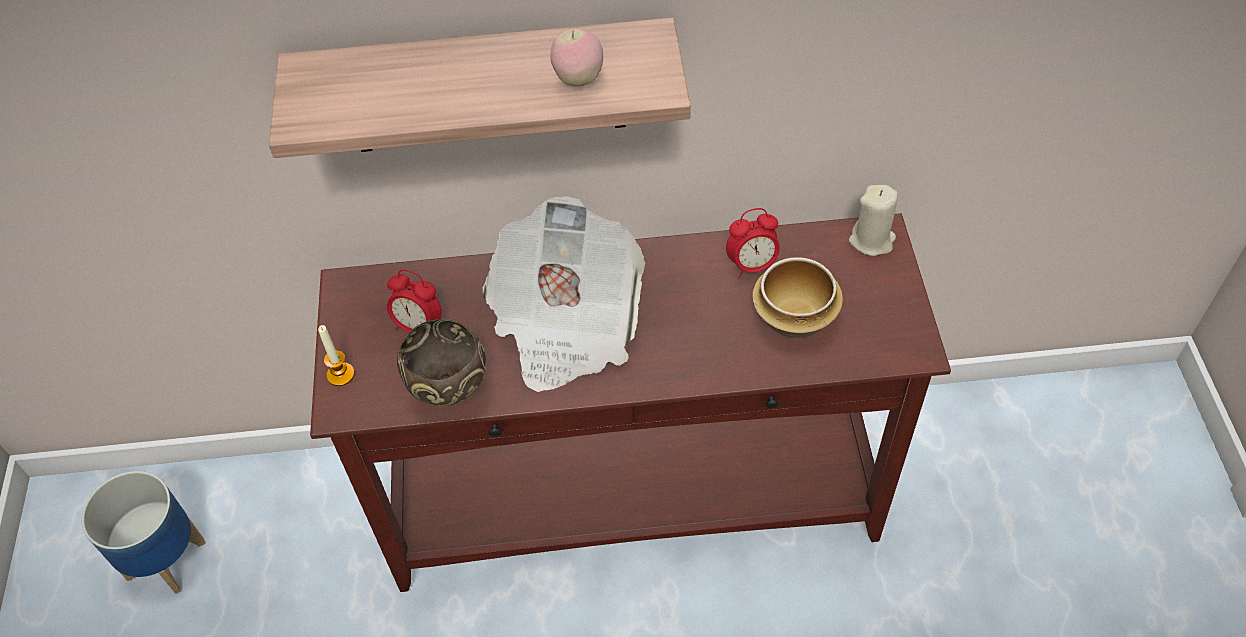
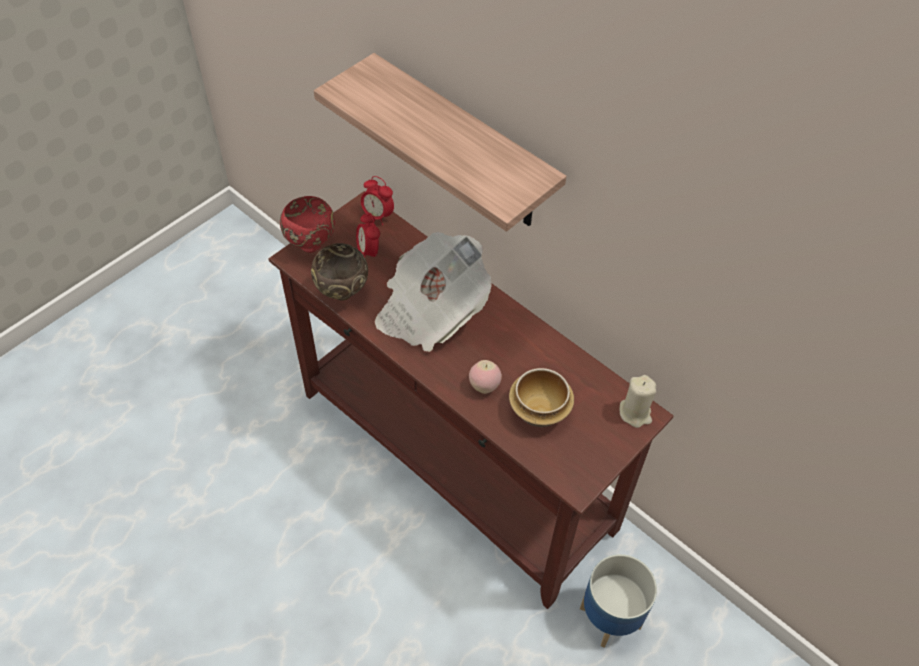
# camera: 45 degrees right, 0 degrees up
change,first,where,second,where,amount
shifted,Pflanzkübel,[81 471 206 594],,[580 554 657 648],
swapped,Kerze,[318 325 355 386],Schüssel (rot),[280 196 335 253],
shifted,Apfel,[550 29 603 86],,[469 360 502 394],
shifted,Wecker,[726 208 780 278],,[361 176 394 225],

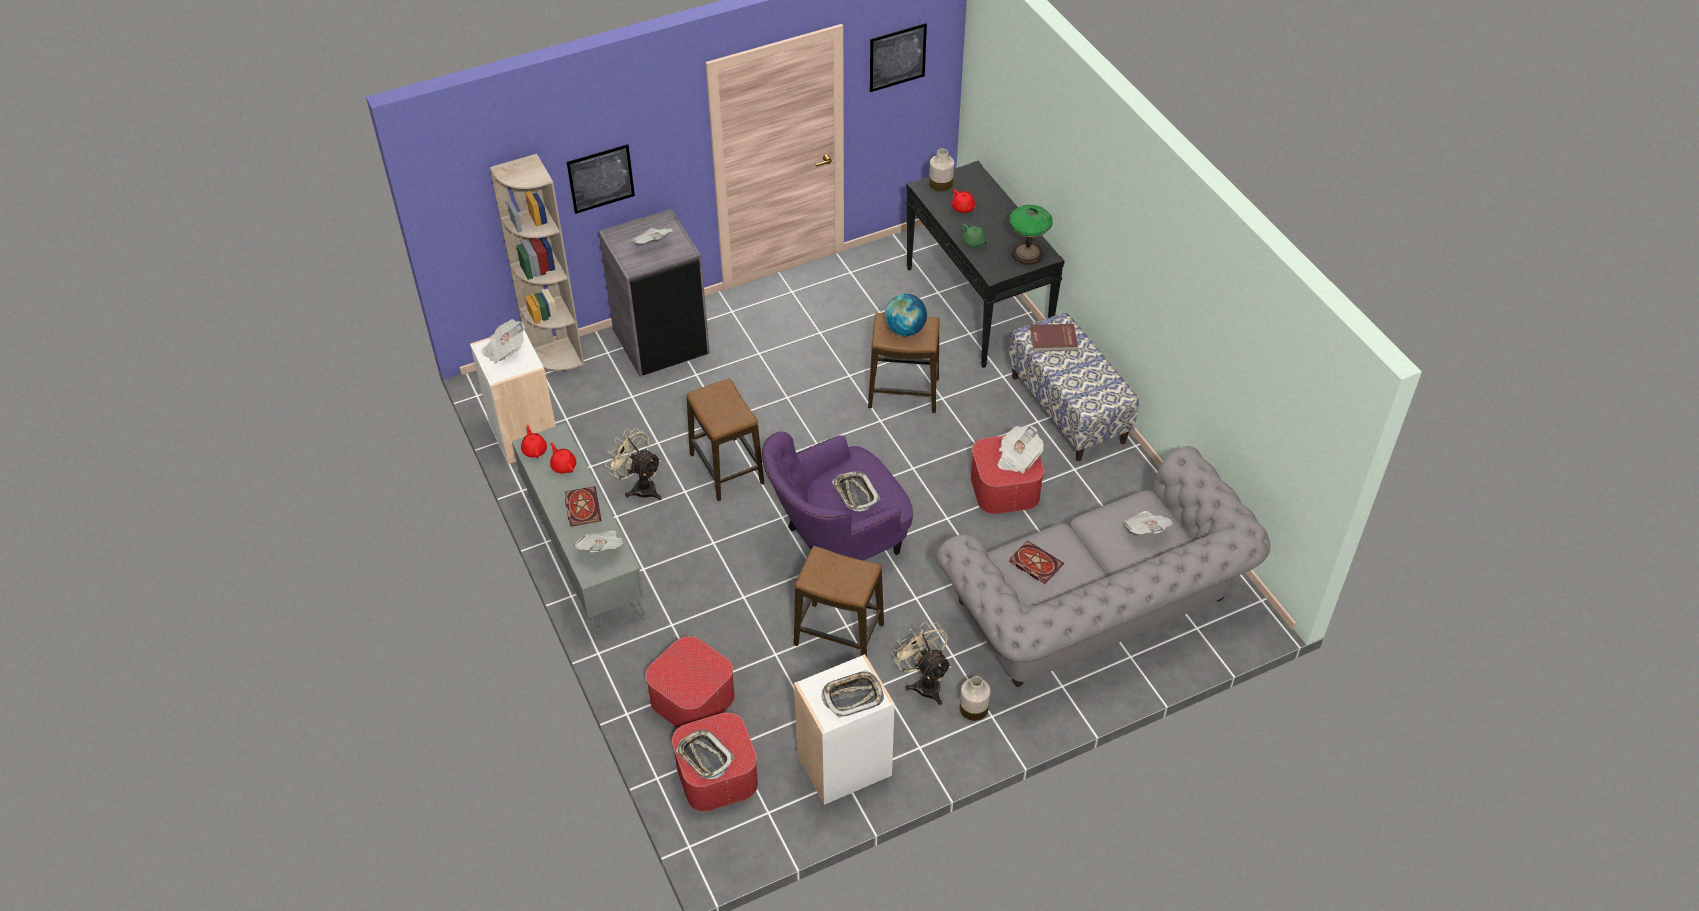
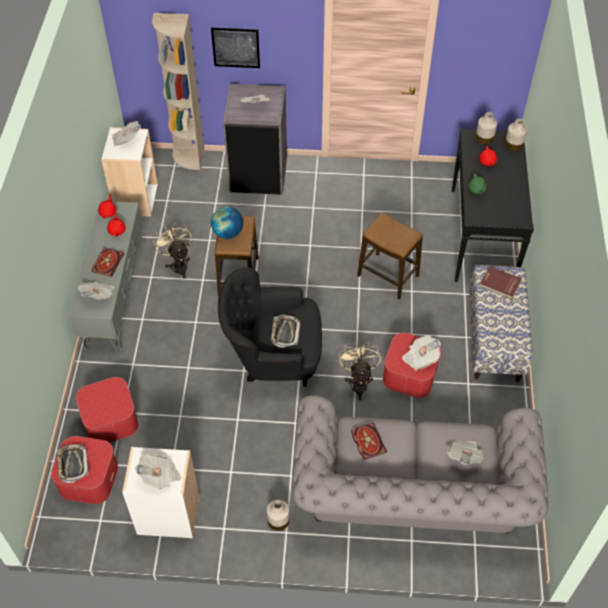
# camera: 30 degrees right, 5 degrees up
change,first,where,second,where,amount
repainted,Sessel (lila),[762 431 913 561],Sessel (schwarz),[218 267 322 387],
gone,Hocker,[794 546 884 657],,,
swapped,Tablett,[821 670 884 718],Zeitung,[135 453 182 489],
gone,Bild,[870 23 927 92],,,
shifted,Globus,[885 294 927 336],,[211 206 243 239],
shifted,Ventilator (beige),[892 621 951 705],,[340 342 381 401],
gone,Tischlampe,[1009 205 1052 265],,,
new,,,Vase (beige),[505 119 527 151],

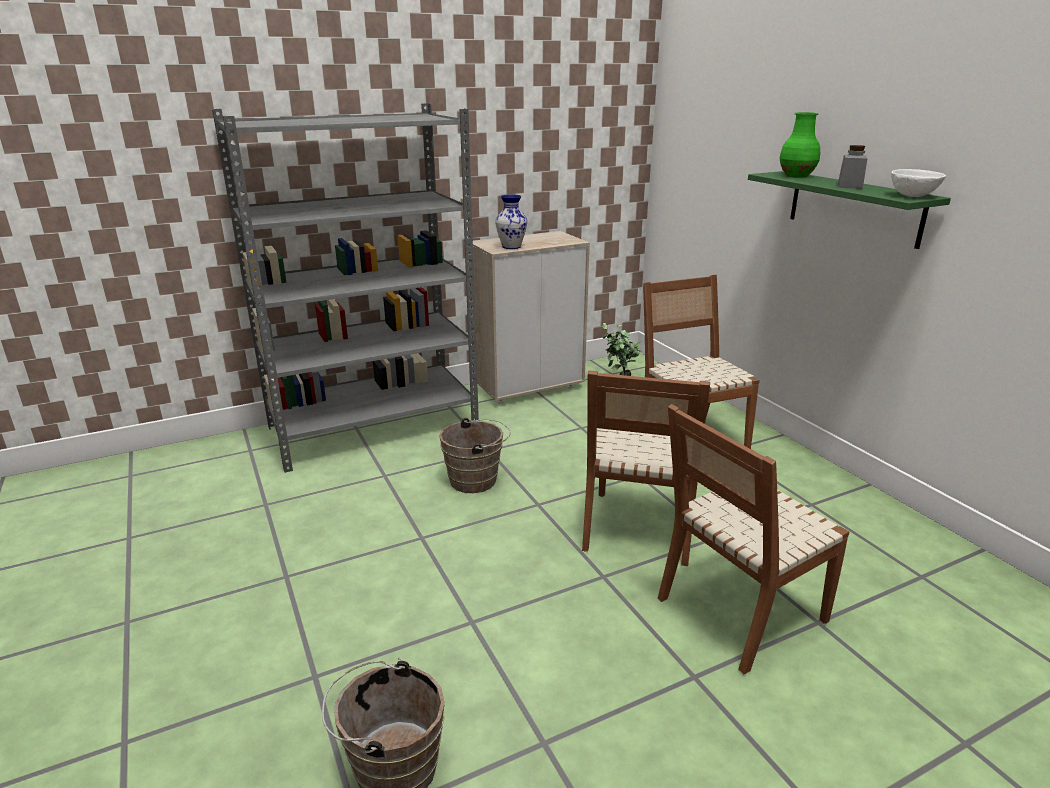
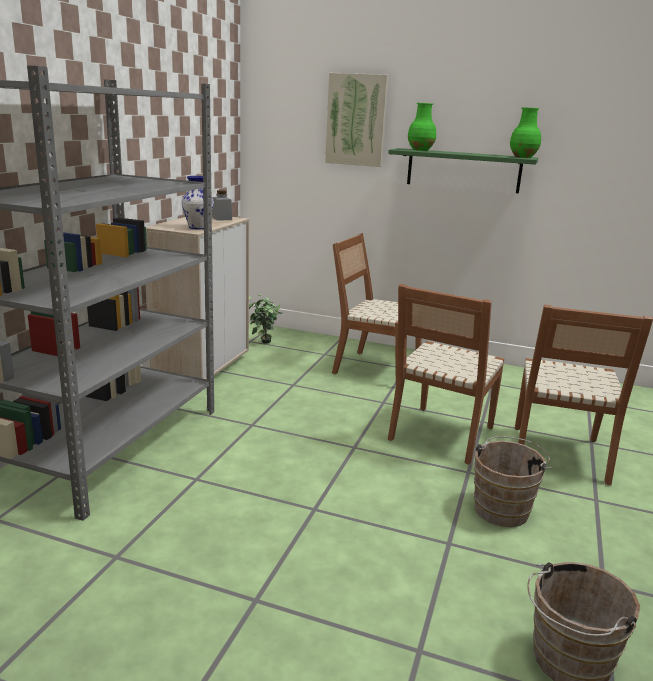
# camera: 45 degrees left, 5 degrees down
change,first,where,second,where,amount
shifted,Eimer (braun),[439 418 511 493],,[474 436 552 527],
rotated,Stuhl,[582 371 710 566],,[388 284 504 465],60 degrees clockwise
shifted,Vorratsglas (grau),[838 145 867 189],,[212 190 232 221],
swapped,Schüssel (weiß),[891 169 946 197],Vase (grün),[510 107 541 158],
new,,,Bild,[325 73 388 167],

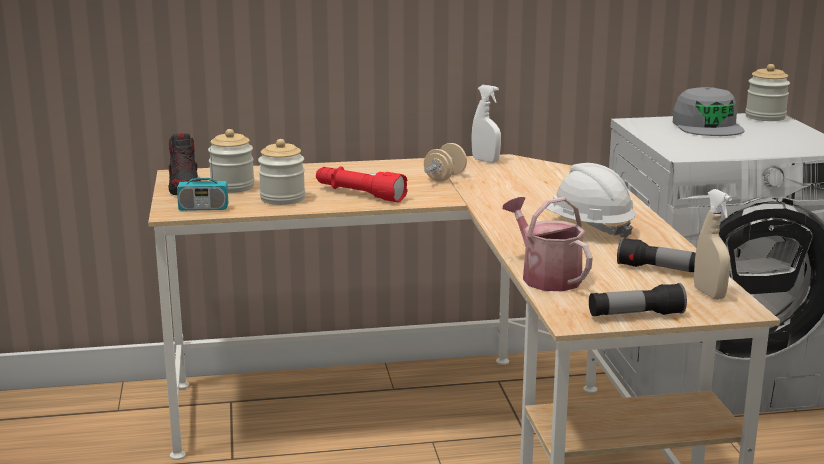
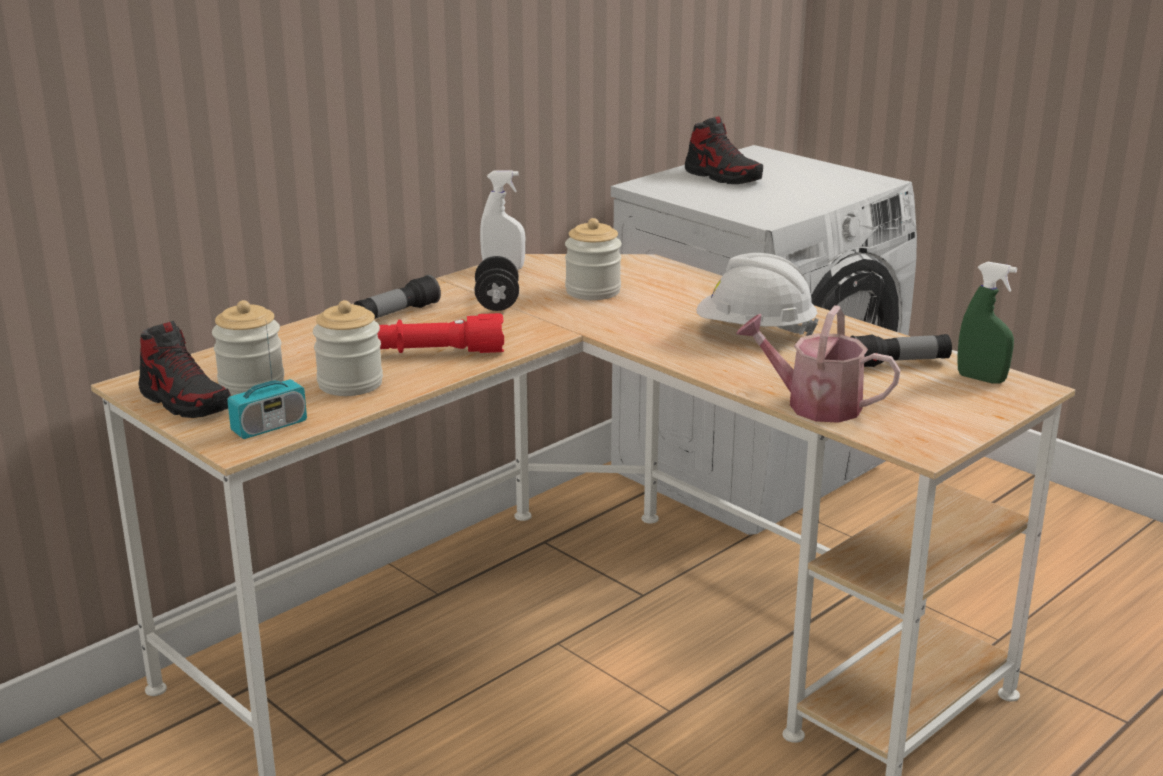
# camera: 35 degrees left, 5 degrees up
change,first,where,second,where,amount
repainted,Hantel (beige),[424 143 467 182],Hantel (schwarz),[474 256 519 311],
shifted,Taschenlampe,[589 283 687 316],,[354 275 441 319],
swapped,Kappe (grau),[673 87 745 136],Schuh,[685 116 763 184],
repainted,Sprühflasche (beige),[694 189 732 300],Sprühflasche (grün),[958 262 1017 384],
shifted,Vorratsglas,[745 64 790 121],,[565 218 622 300],

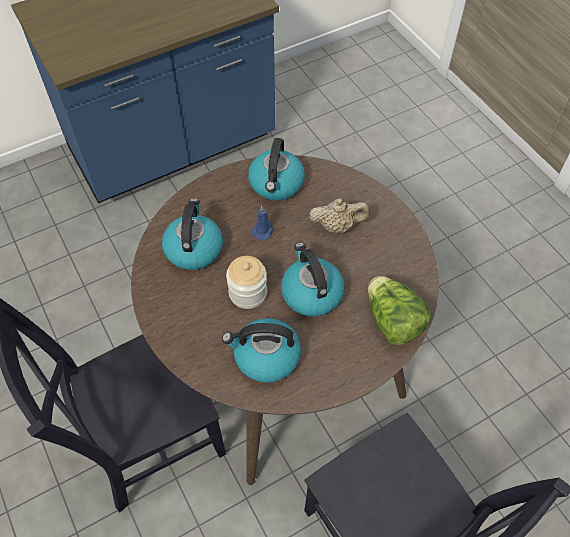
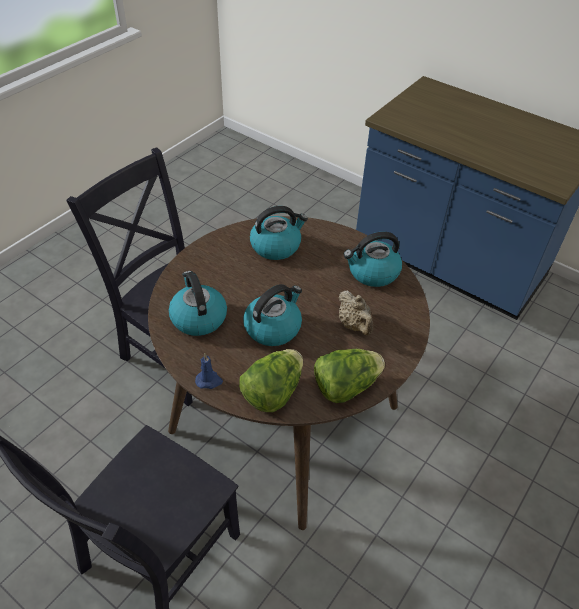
# camera: 65 degrees right, 10 degrees down
change,first,where,second,where,amount
gone,Vorratsglas,[226 256 267 309],,,
shifted,Kerze (blau),[251 206 274 241],,[195 353 223 389],
new,,,Salatkopf,[314 349 385 403],

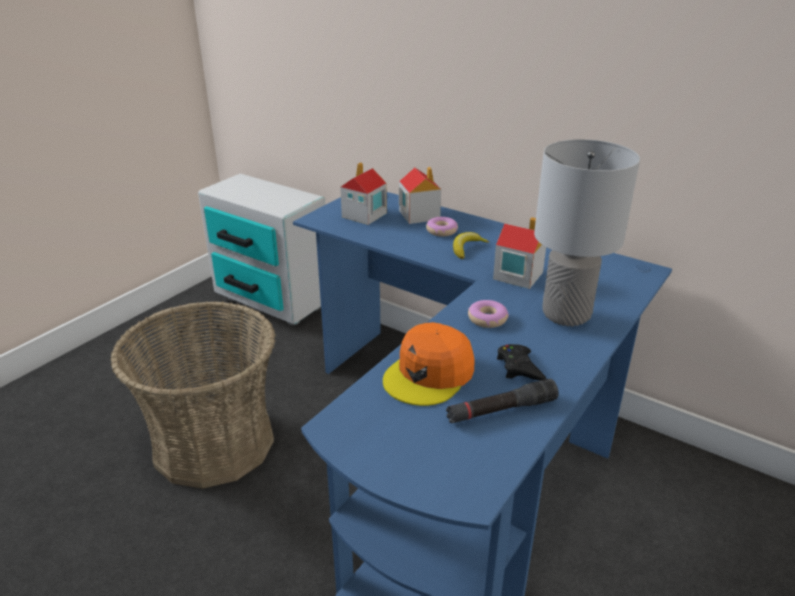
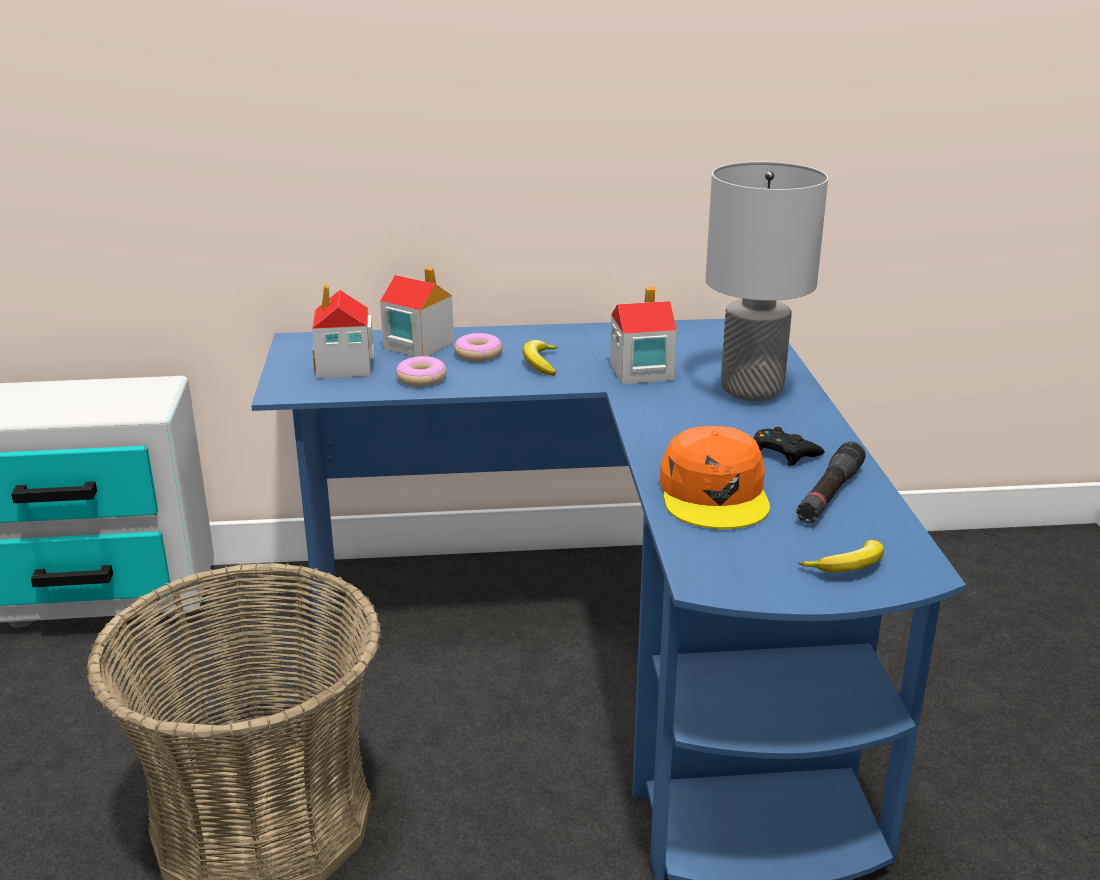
# camera: 40 degrees left, 5 degrees down
change,first,where,second,where,amount
shifted,Donut,[468 300 509 328],,[396 356 447 386],
new,,,Banane,[799 540 884 572],

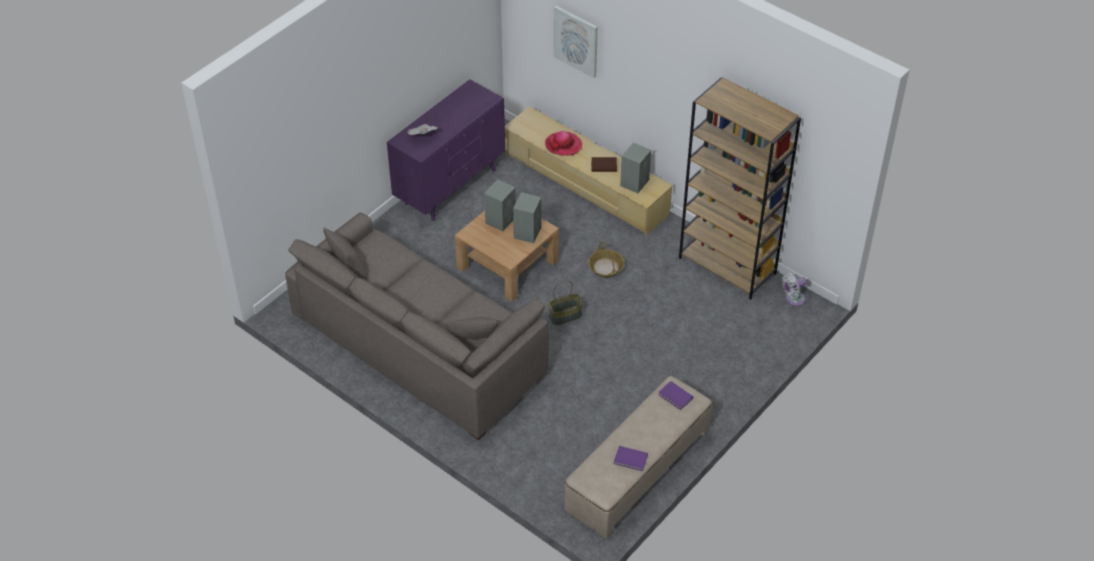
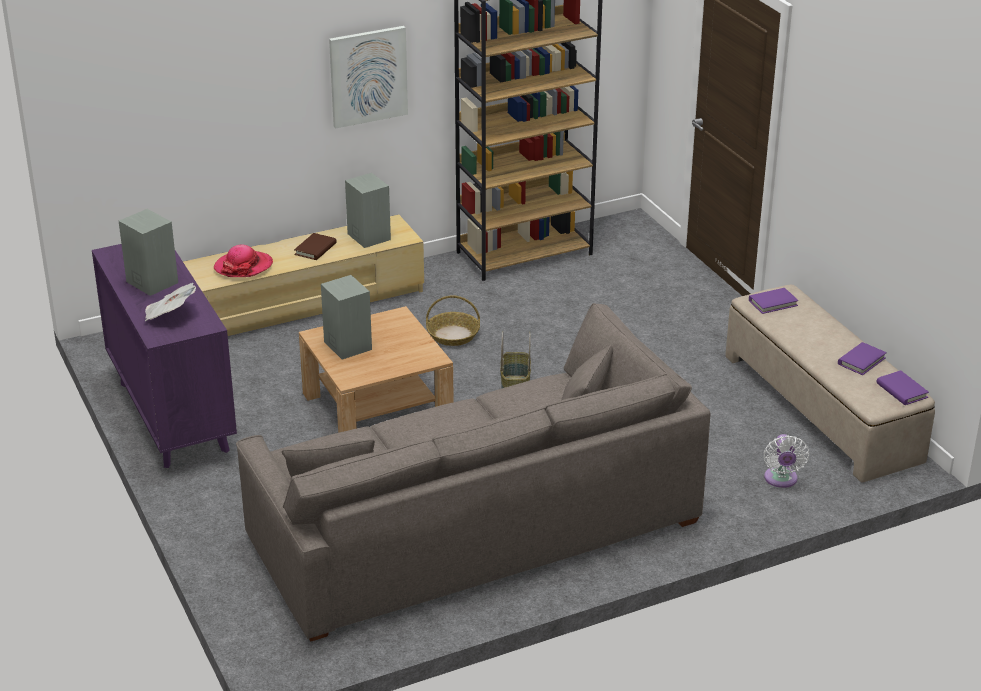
# camera: 65 degrees left, 15 degrees down
change,first,where,second,where,amount
shifted,Lautsprecher (grau),[513 192 542 243],,[119 209 178 296],
shifted,Bild,[553 6 598 78],,[329 26 408 129],
shifted,Ventilator (weiß),[782 273 807 306],,[764 434 809 488],
new,,,Buch (lila),[876 370 929 405],

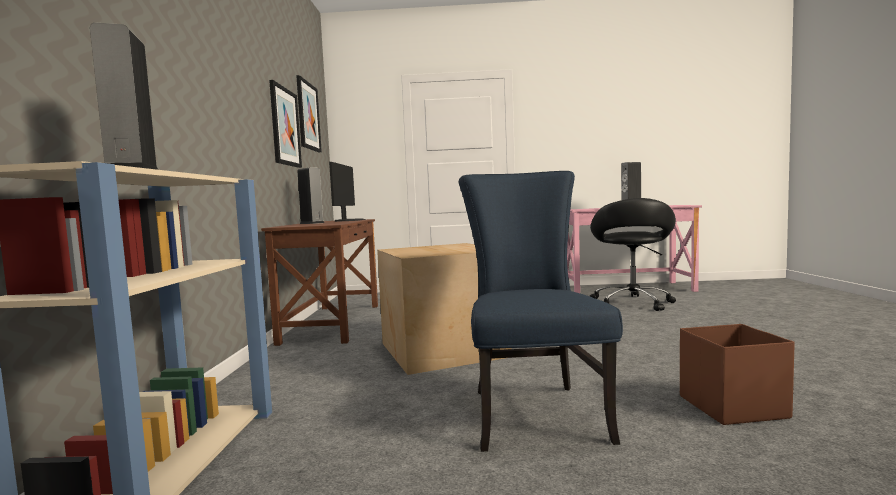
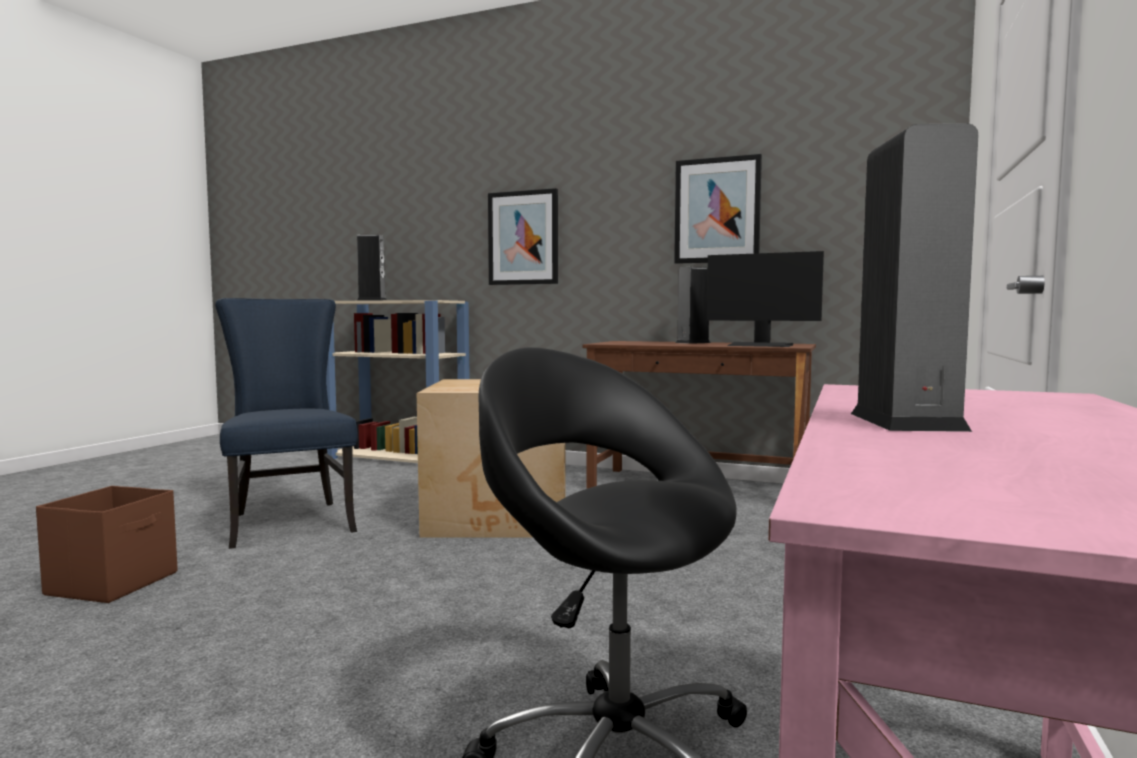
# camera: 110 degrees right, 0 degrees up
change,first,where,second,where,amount
shifted,Bild,[296 75 322 152],,[488 188 558 285],
rotated,Stuhl (blau),[459 171 623 452],,[215 298 358 549],135 degrees counterclockwise

